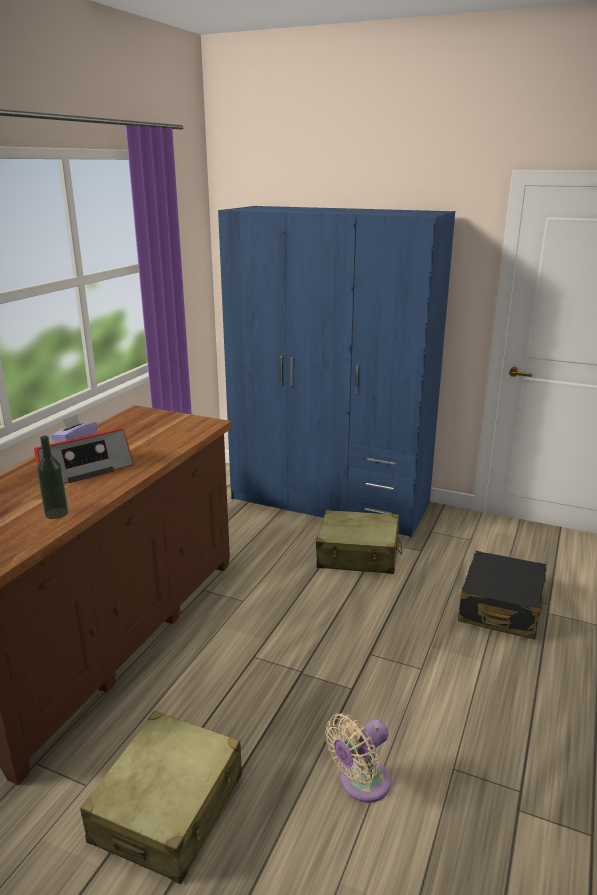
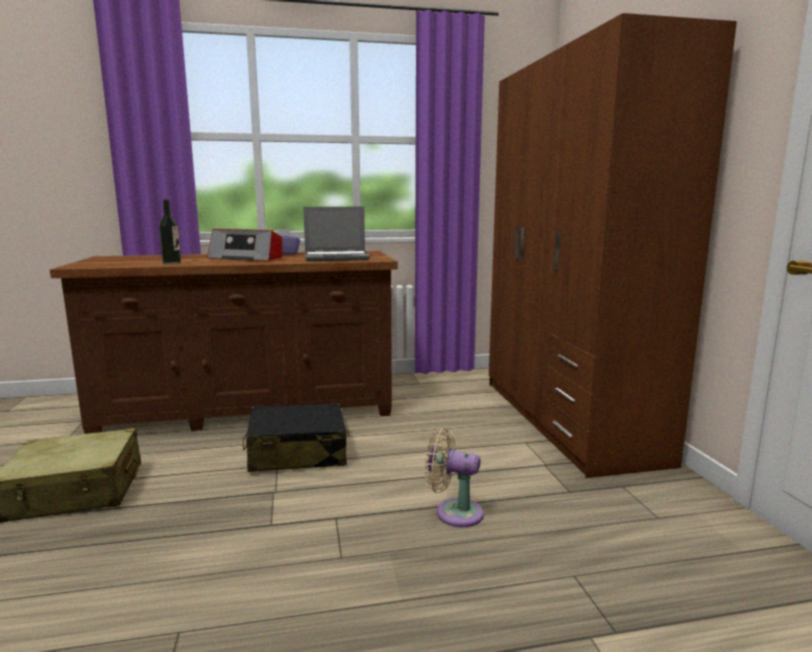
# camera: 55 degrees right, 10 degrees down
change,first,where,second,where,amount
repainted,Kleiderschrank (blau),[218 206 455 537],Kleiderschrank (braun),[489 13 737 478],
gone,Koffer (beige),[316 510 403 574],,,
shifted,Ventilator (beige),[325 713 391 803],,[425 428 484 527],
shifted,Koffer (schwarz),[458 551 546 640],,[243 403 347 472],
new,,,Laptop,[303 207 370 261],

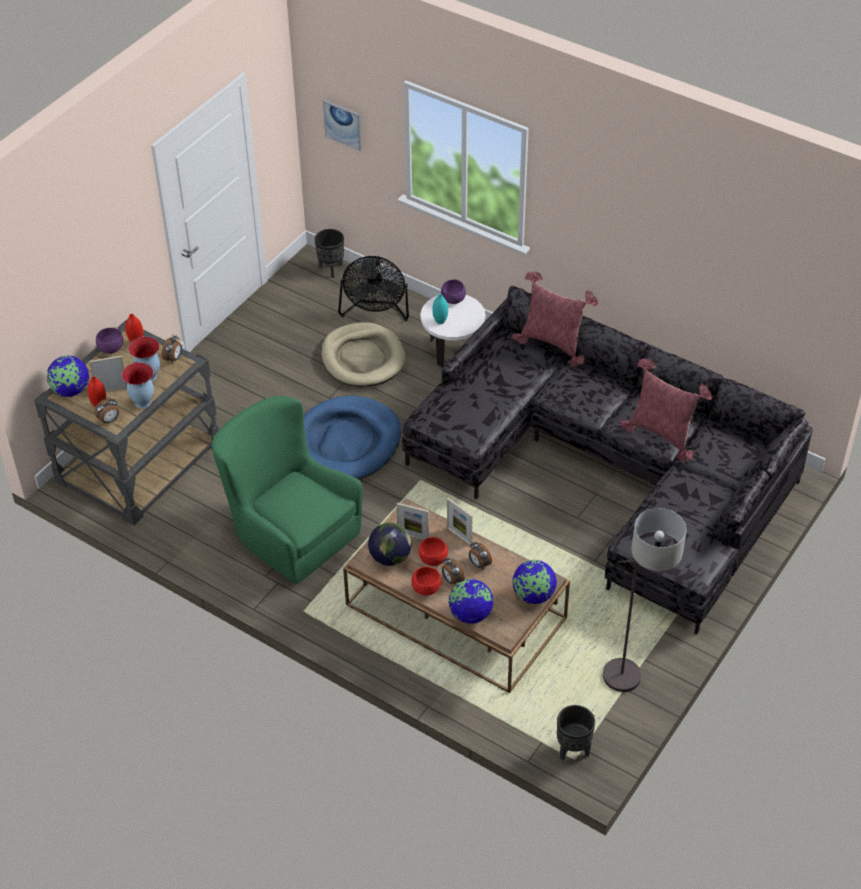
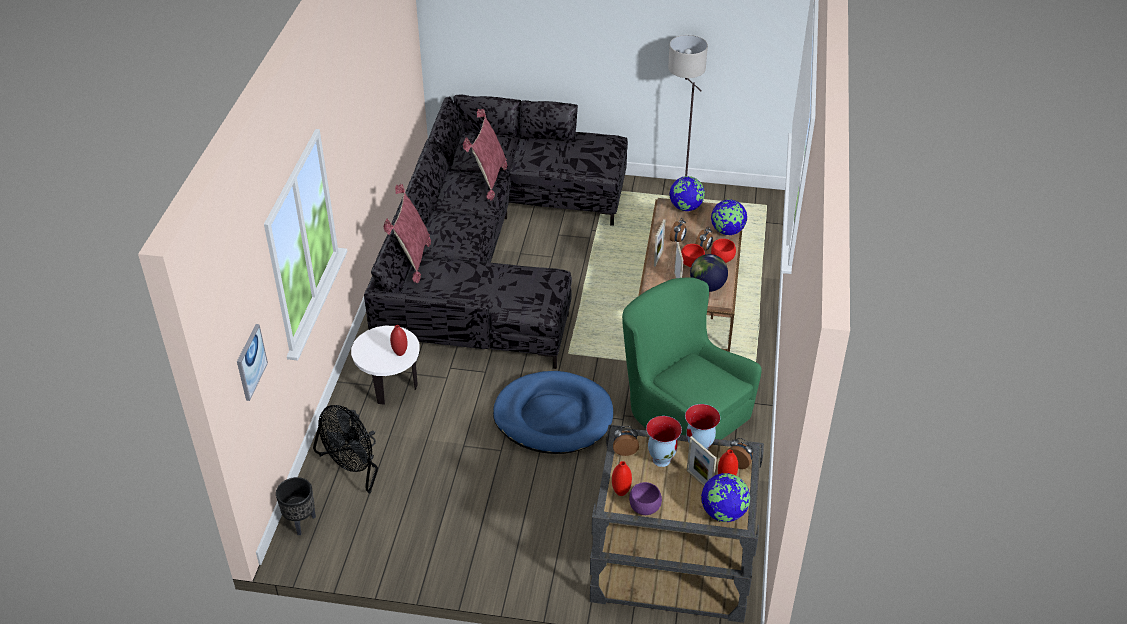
# camera: 115 degrees left, 5 degrees down
change,first,where,second,where,amount
rotated,Sessel (grün),[212 396 363 584],,[622 277 762 440],120 degrees clockwise
gone,Hundebett (beige),[321 322 406 387],,,
rotated,Ventilator (schwarz),[338 256 409 322],,[313 405 378 493],150 degrees clockwise
repainted,Vase (türkis),[432 294 448 324],Vase (rot),[390 325 408 356],
gone,Schüssel (lila),[441 279 466 304],,,
gone,Pflanzkübel (schwarz),[557 705 595 760],,,

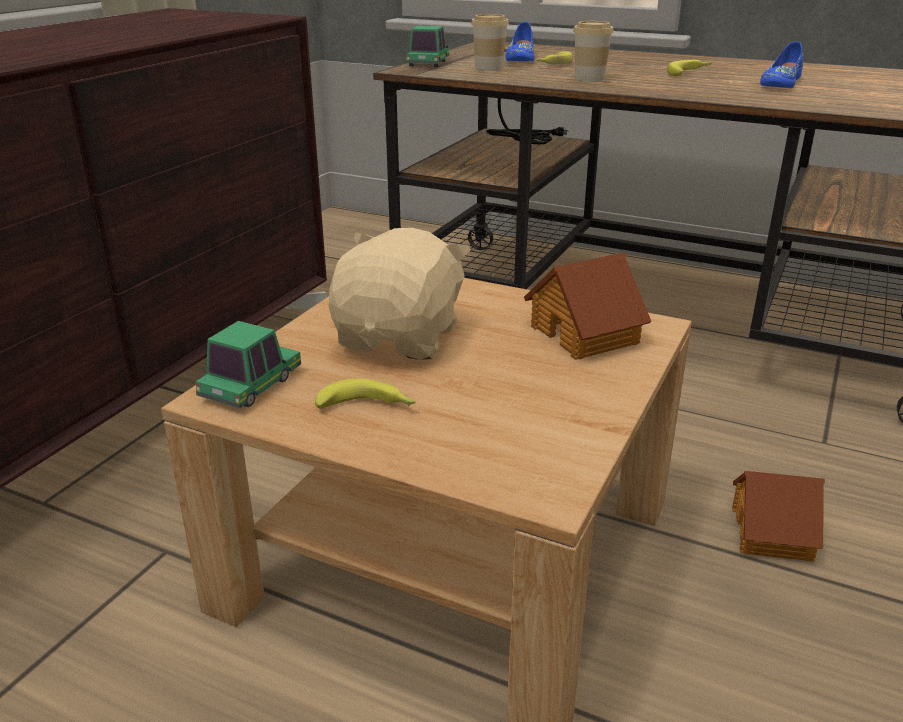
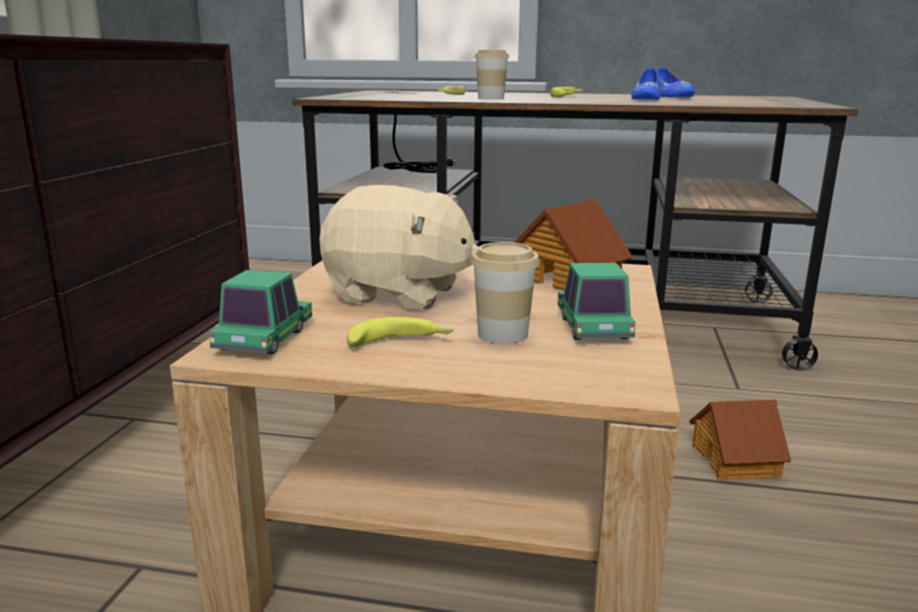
# camera: 15 degrees left, 10 degrees down
change,first,where,second,where,amount
rotated,Plüschtier (beige),[329 228 471 360],,[319 185 479 309],105 degrees clockwise
shifted,Spielzeugauto,[407 26 449 67],,[558 263 635 340],
shifted,Tasse,[471 14 509 71],,[471 242 539 344],
shifted,Schuh (blau),[505 22 535 61],,[656 68 695 97],

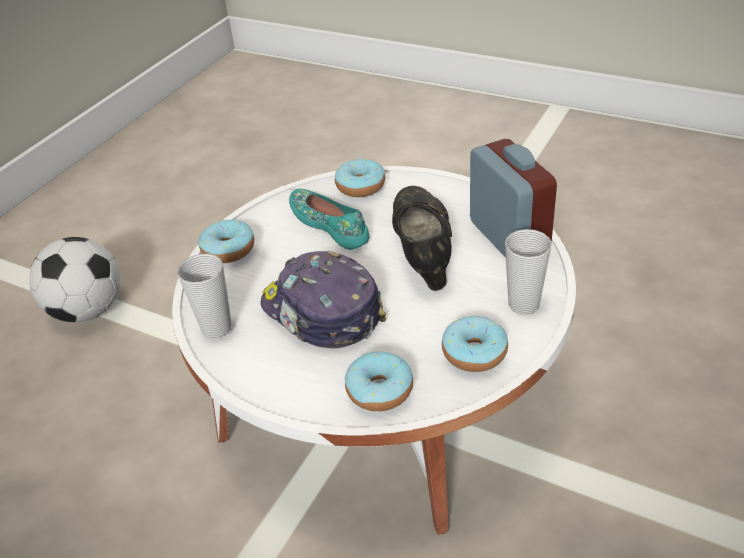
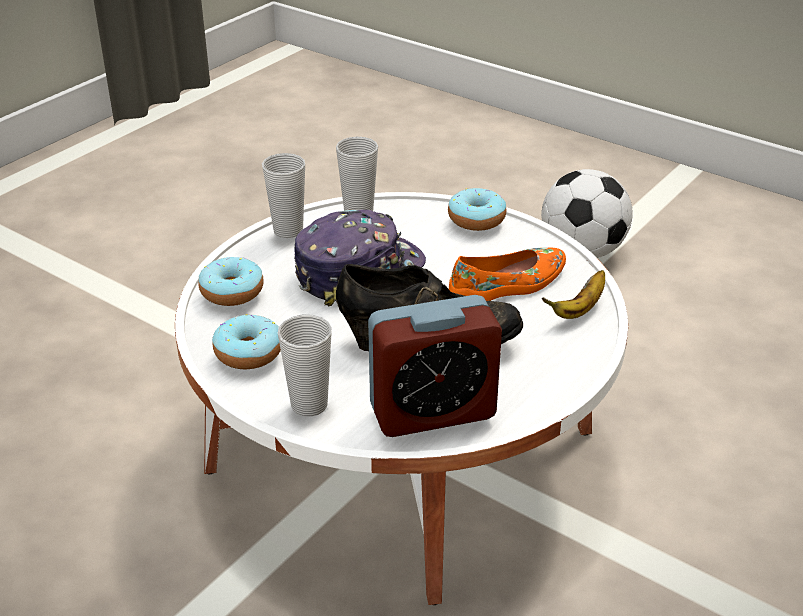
# camera: 95 degrees right, 5 degrees down
change,first,where,second,where,amount
repainted,Schuh (türkis),[289 189 370 250],Schuh (orange),[449 247 566 301],
swapped,Donut,[335 158 385 197],Banane,[542 270 605 319],
new,,,Tasse,[262 153 305 238],

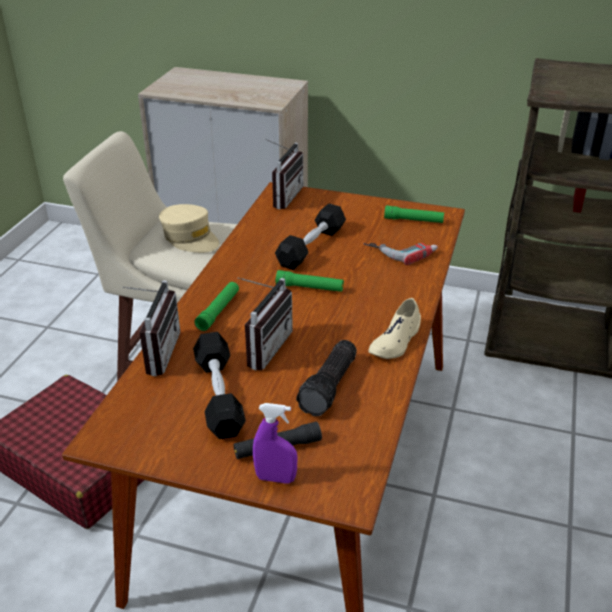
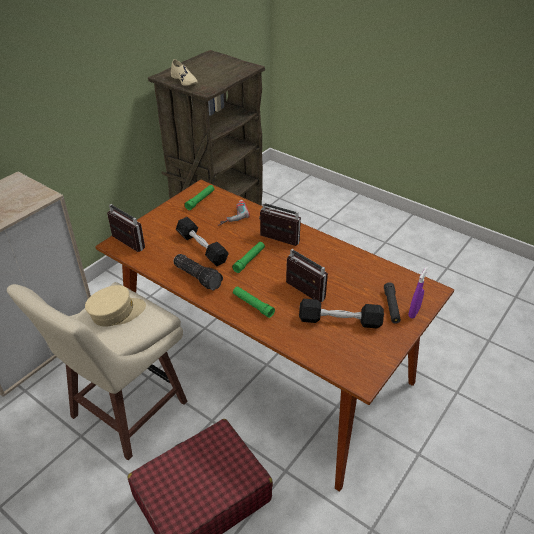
# camera: 70 degrees left, 5 degrees up
change,first,where,second,where,amount
shifted,Radio,[122 280 180 376],,[259 203 301 246],
shifted,Taschenlampe,[296 340 357 416],,[173 254 223 291],
shifted,Schuh (beige),[368 298 421 359],,[171 59 197 86],

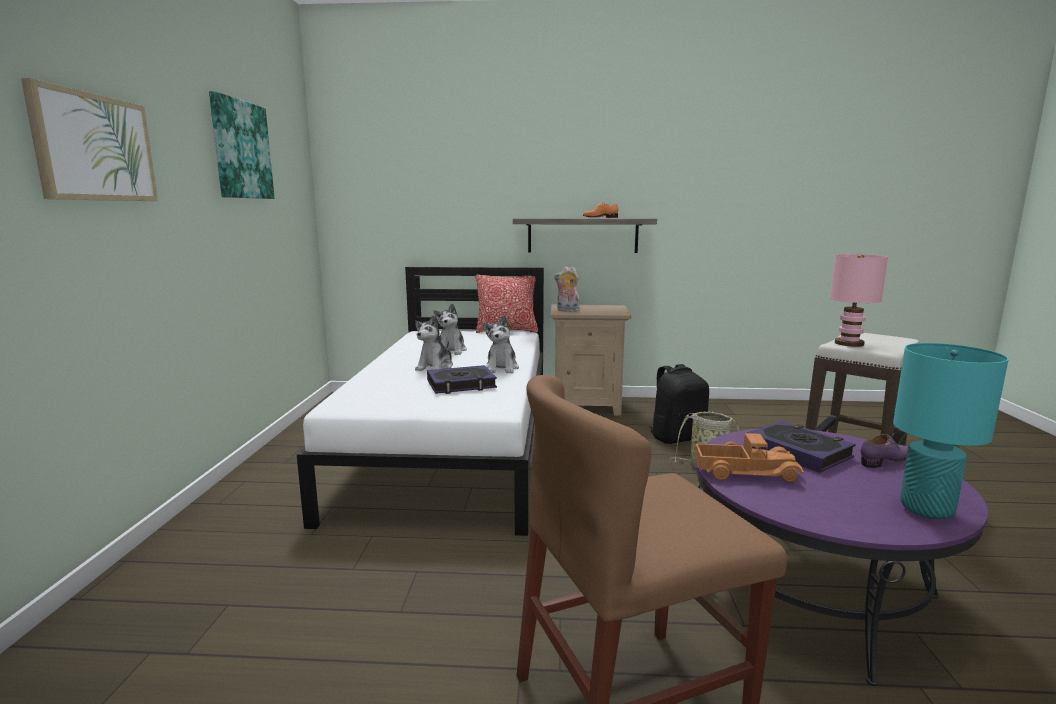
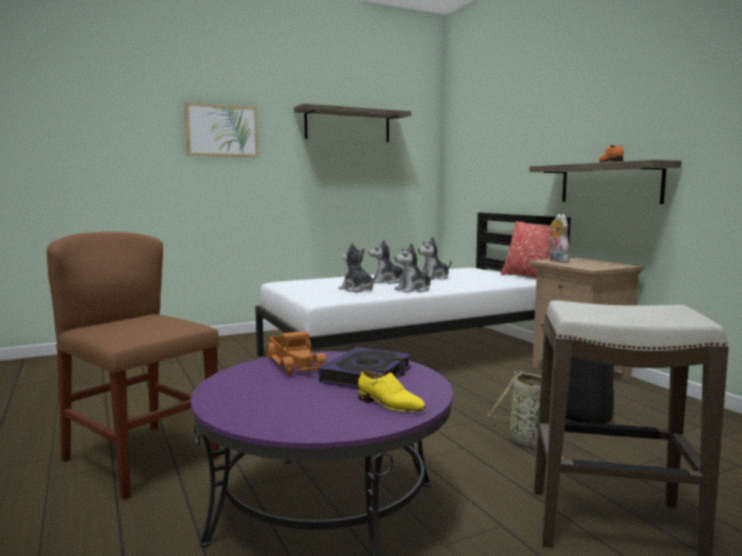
# camera: 60 degrees right, 5 degrees down
change,first,where,second,where,amount
swapped,Bild,[209 91 275 199],Wandregal,[294 103 411 142],
swapped,Buch,[427 365 497 394],Plüschtier,[339 243 376 292],
gone,Tischlampe (rosa),[830 254 888 347],,,
repainted,Schuh (lila),[861 434 908 468],Schuh (gelb),[358 370 425 412],
gone,Tischlampe (türkis),[893 343 1009 520],,,

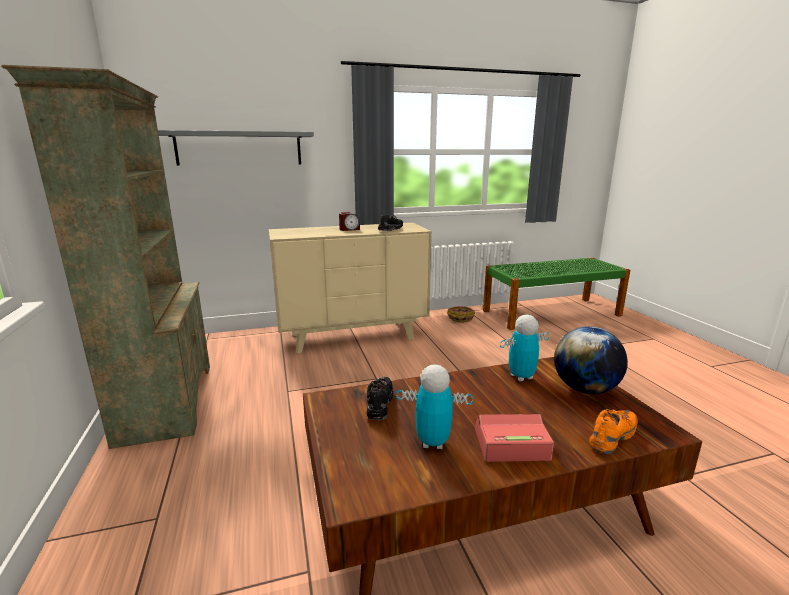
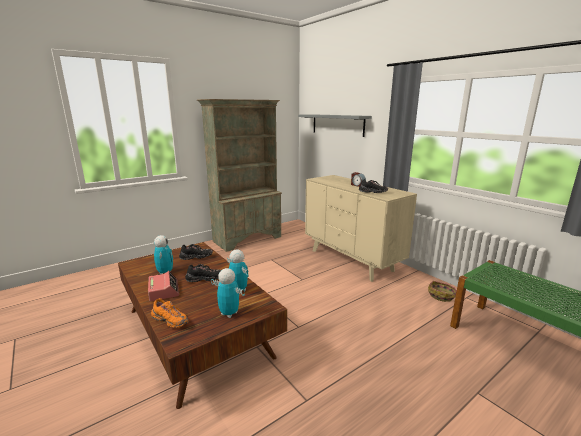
# camera: 70 degrees right, 0 degrees up
change,first,where,second,where,amount
swapped,Globus,[554 326 628 394],Spielzeugroboter,[211 268 245 318],
new,,,Schuh (schwarz),[185 264 221 282],

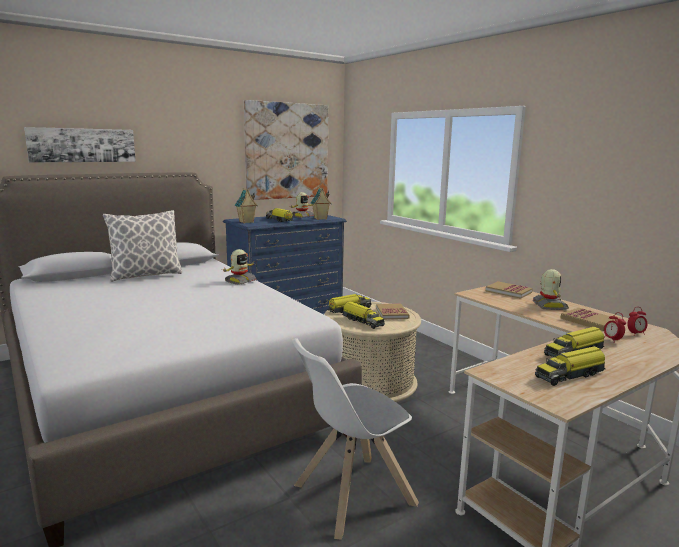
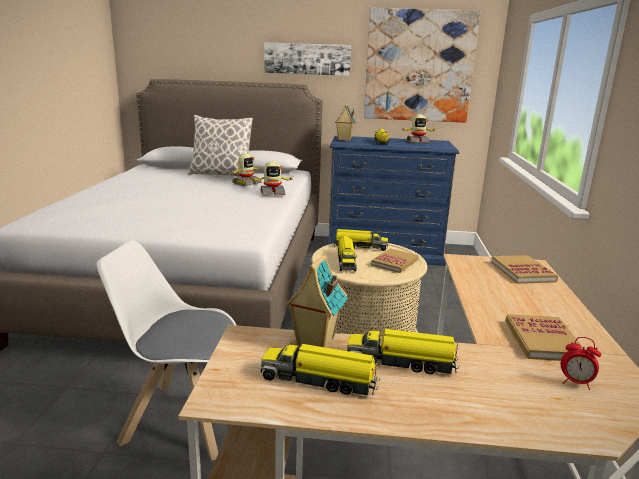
# camera: 40 degrees right, 5 degrees up
change,first,where,second,where,amount
shifted,Bild,[24 127 136 162],,[264 42 351 76],
shifted,Spielzeughaus,[311 187 331 220],,[285 254 347 347],
shifted,Spielzeugroboter,[532 269 569 310],,[229 153 262 186],
gone,Wecker,[604 312 626 343],,,

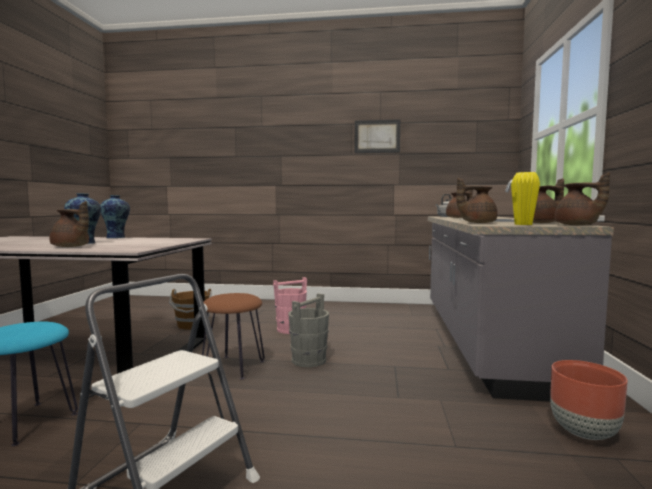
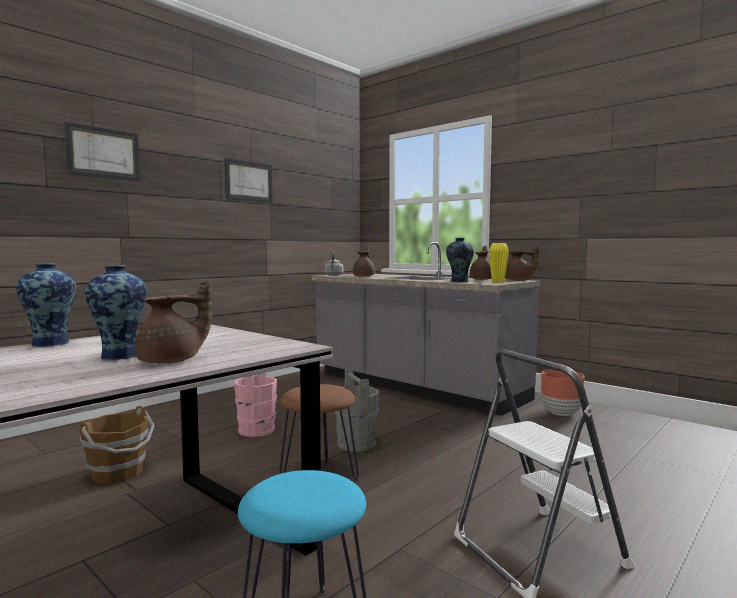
# camera: 55 degrees left, 0 degrees up
change,first,where,second,where,amount
swapped,Teekanne (braun),[456 178 497 223],Vase,[446 238 474 283],
new,,,Bild,[65 122 140 181],

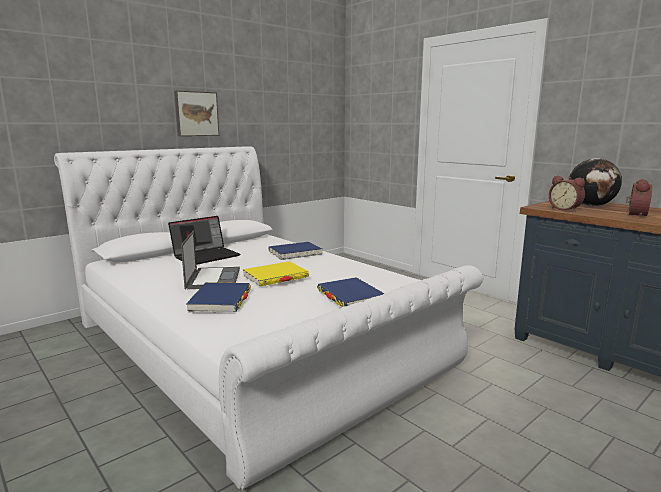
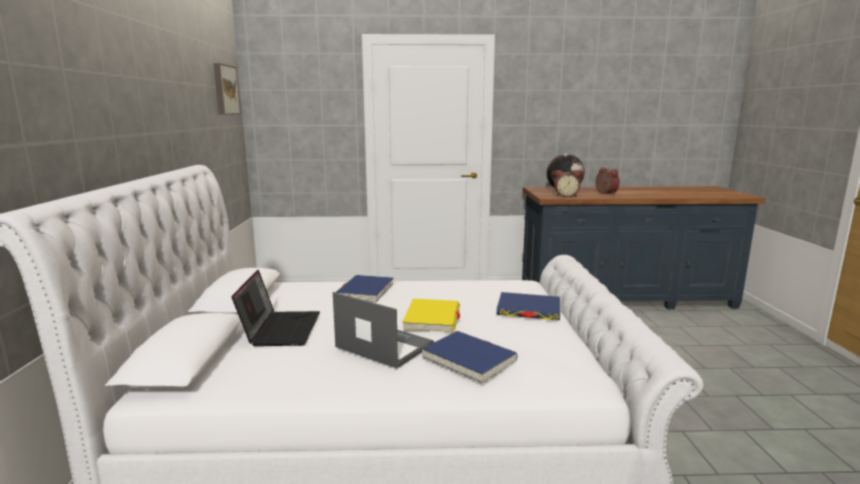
# camera: 50 degrees left, 0 degrees up
change,first,where,second,where,amount
shifted,Bild,[174 90 219 136],,[213 63 241 115],

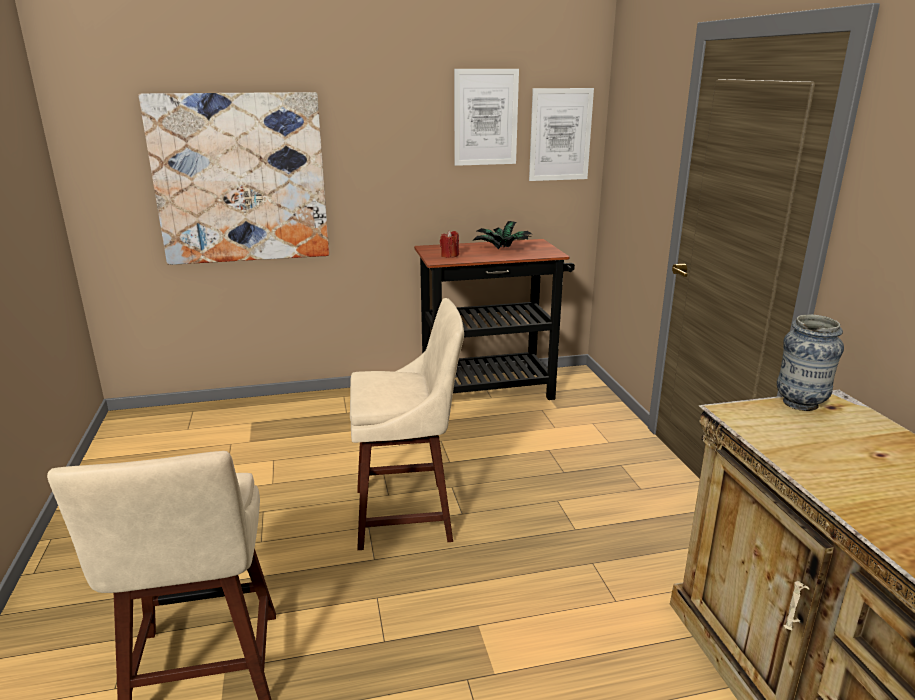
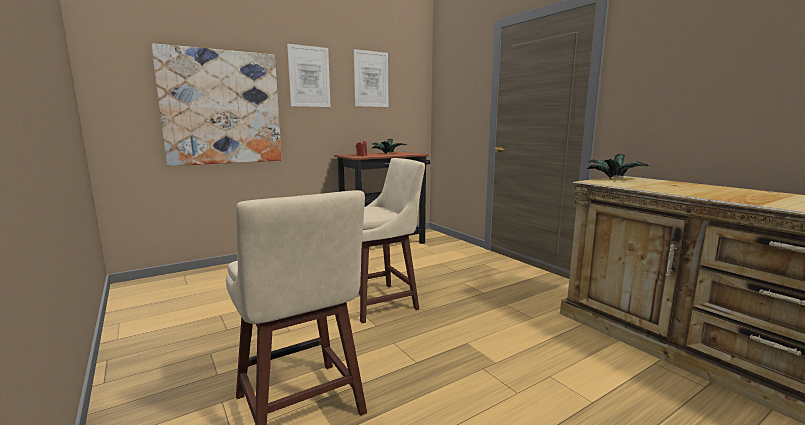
# camera: 20 degrees left, 10 degrees down
change,first,where,second,where,amount
shifted,Bild,[529 88 594 181],,[287 44 330 107],
swapped,Vase,[777 314 844 411],Topfpflanze,[587 154 650 178],

